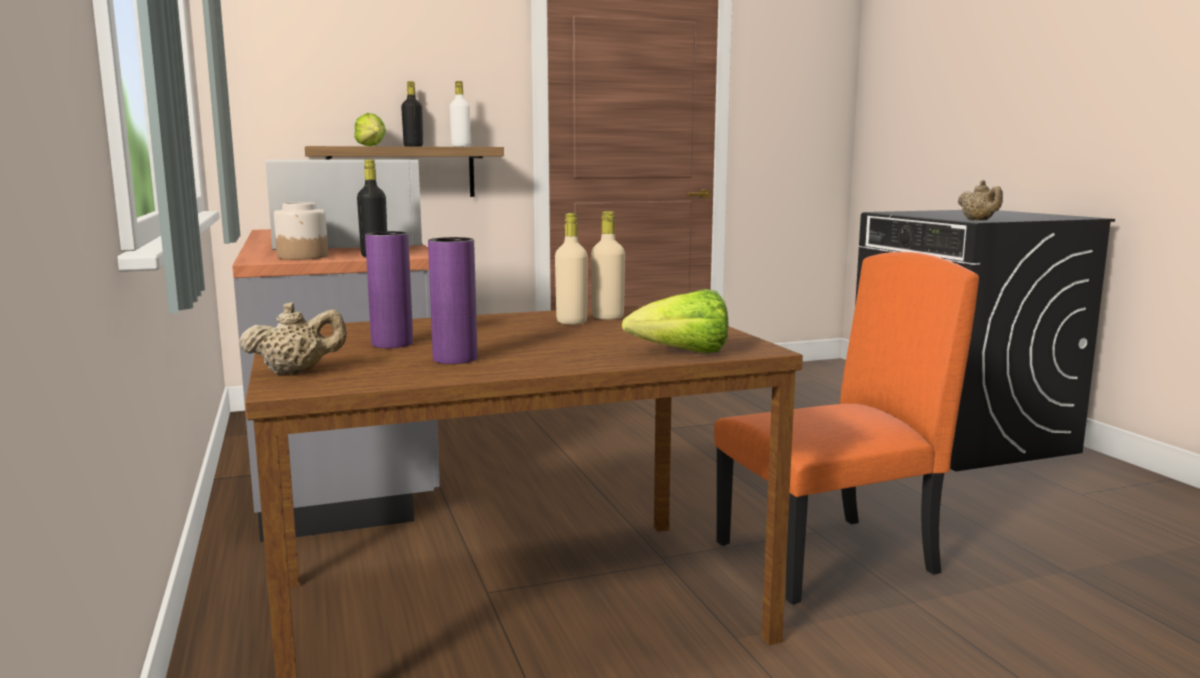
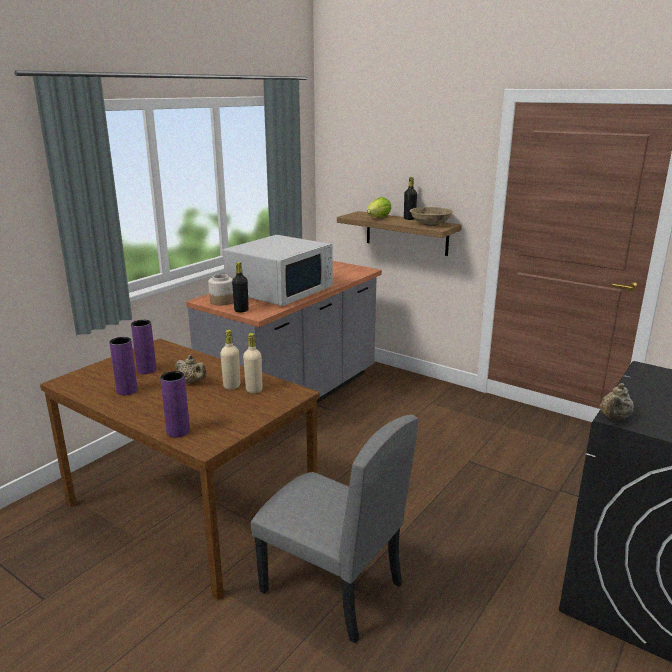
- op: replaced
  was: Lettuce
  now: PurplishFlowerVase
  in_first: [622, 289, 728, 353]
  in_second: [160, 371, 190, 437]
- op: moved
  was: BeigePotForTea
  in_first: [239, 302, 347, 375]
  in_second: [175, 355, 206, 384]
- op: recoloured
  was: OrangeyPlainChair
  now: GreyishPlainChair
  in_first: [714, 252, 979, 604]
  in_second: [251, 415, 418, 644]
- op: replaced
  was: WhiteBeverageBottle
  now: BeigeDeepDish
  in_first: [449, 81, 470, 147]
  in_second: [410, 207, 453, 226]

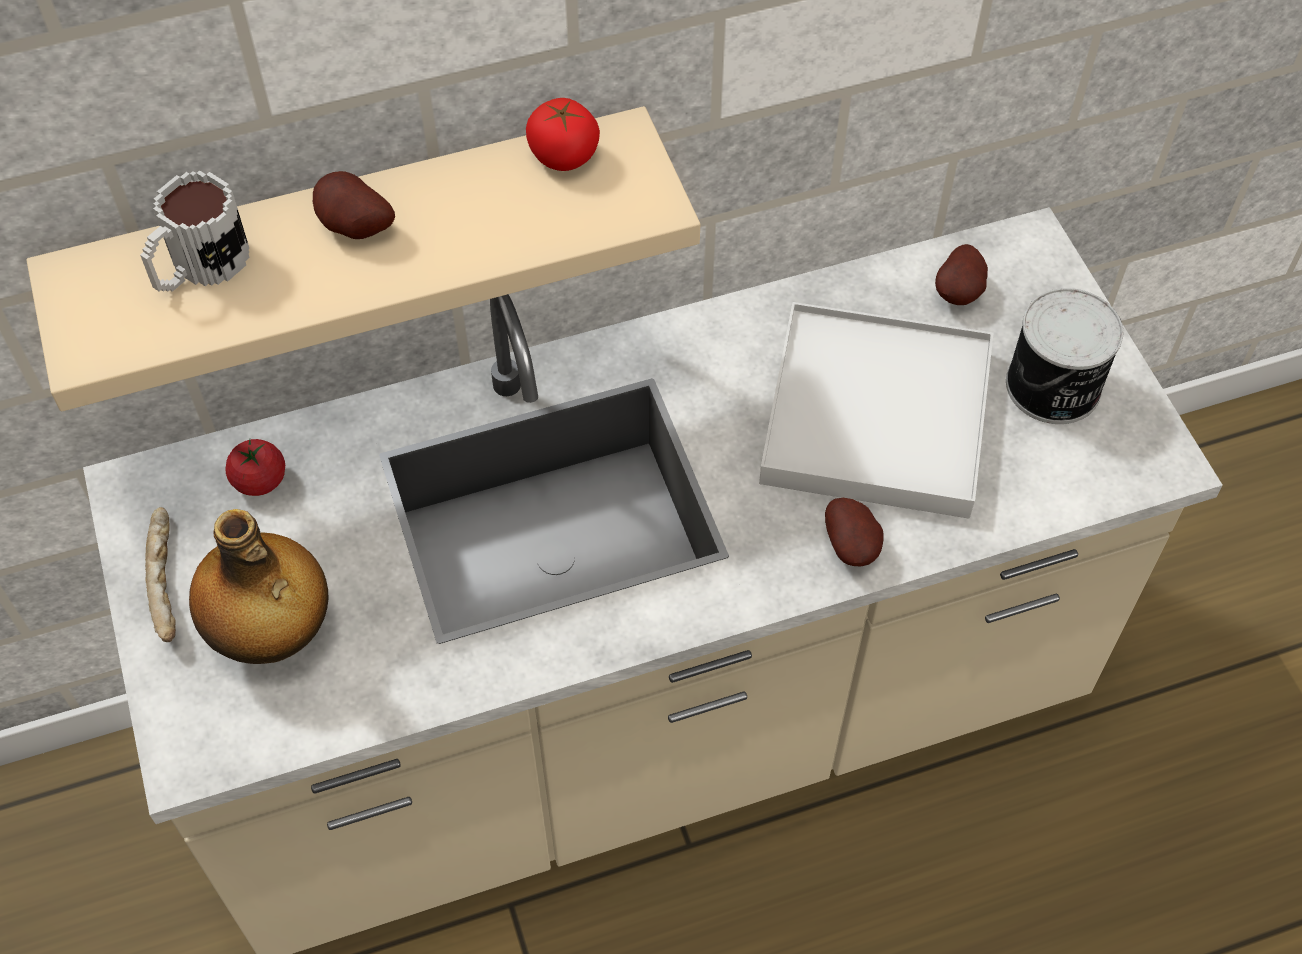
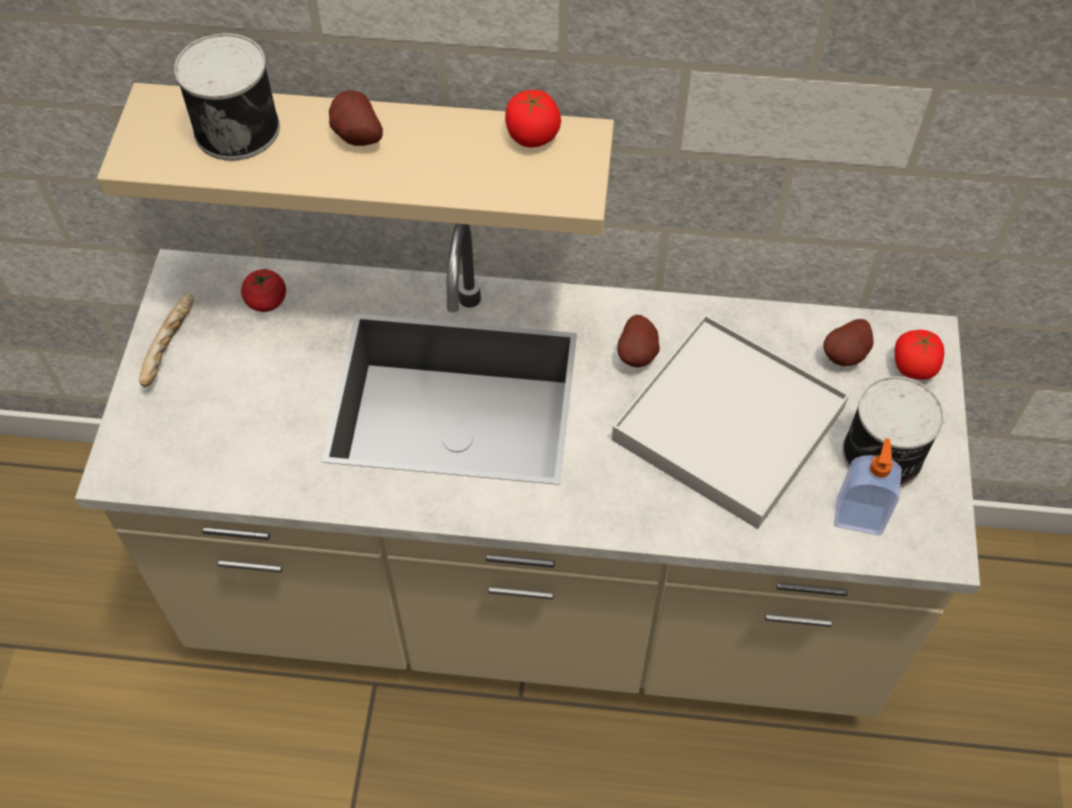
- op: replaced
  was: Mug
  now: SealedCan
  in_first: [140, 170, 250, 292]
  in_second: [174, 33, 280, 161]
- op: moved
  was: Spud
  in_first: [825, 498, 884, 566]
  in_second: [617, 315, 660, 368]
- op: added
  now: SoapBottle
  in_second: [834, 438, 902, 535]
- op: added
  now: Tomato
  in_second: [895, 330, 944, 380]
- op: removed
  was: BeverageBottle
  in_first: [189, 509, 328, 664]

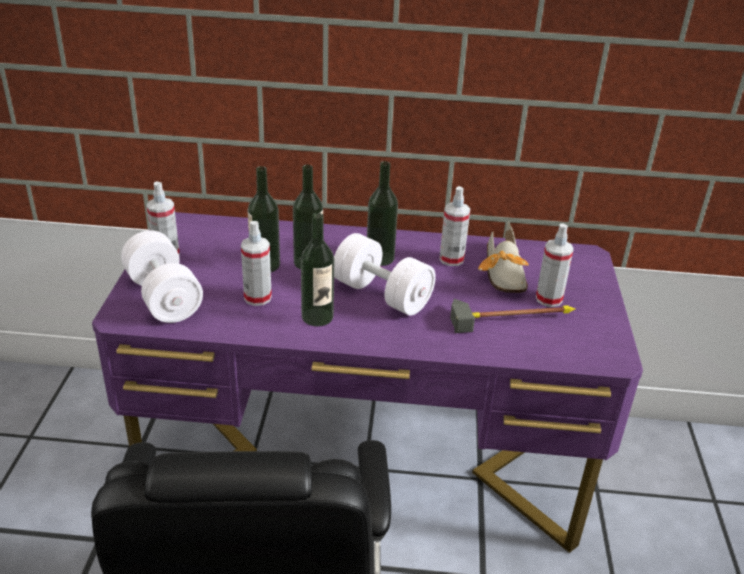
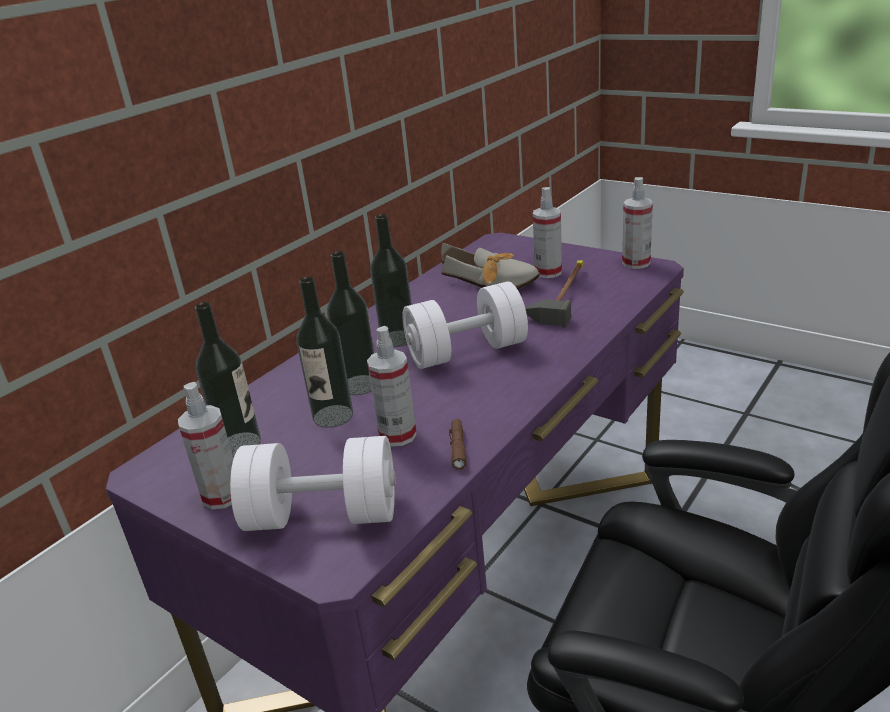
- op: moved
  was: BeverageBottle
  in_first: [301, 213, 334, 327]
  in_second: [195, 302, 261, 457]
- op: added
  now: BrownColouredHandTorch
  in_second: [449, 419, 467, 470]
- op: moved
  was: HandSprayer
  in_first: [439, 186, 471, 266]
  in_second: [622, 177, 653, 269]

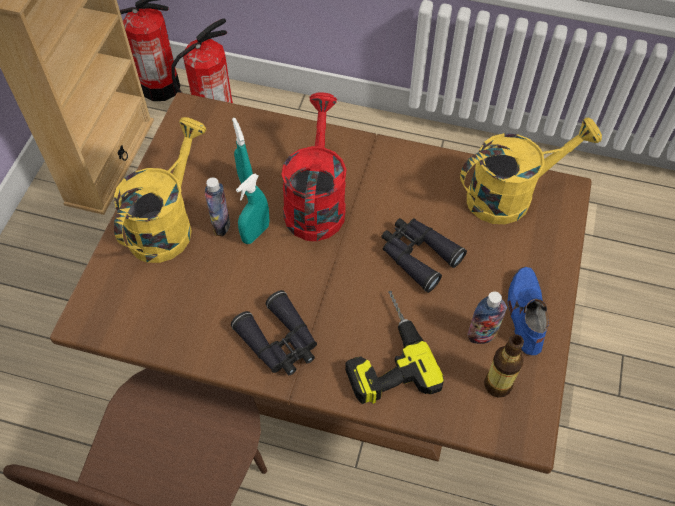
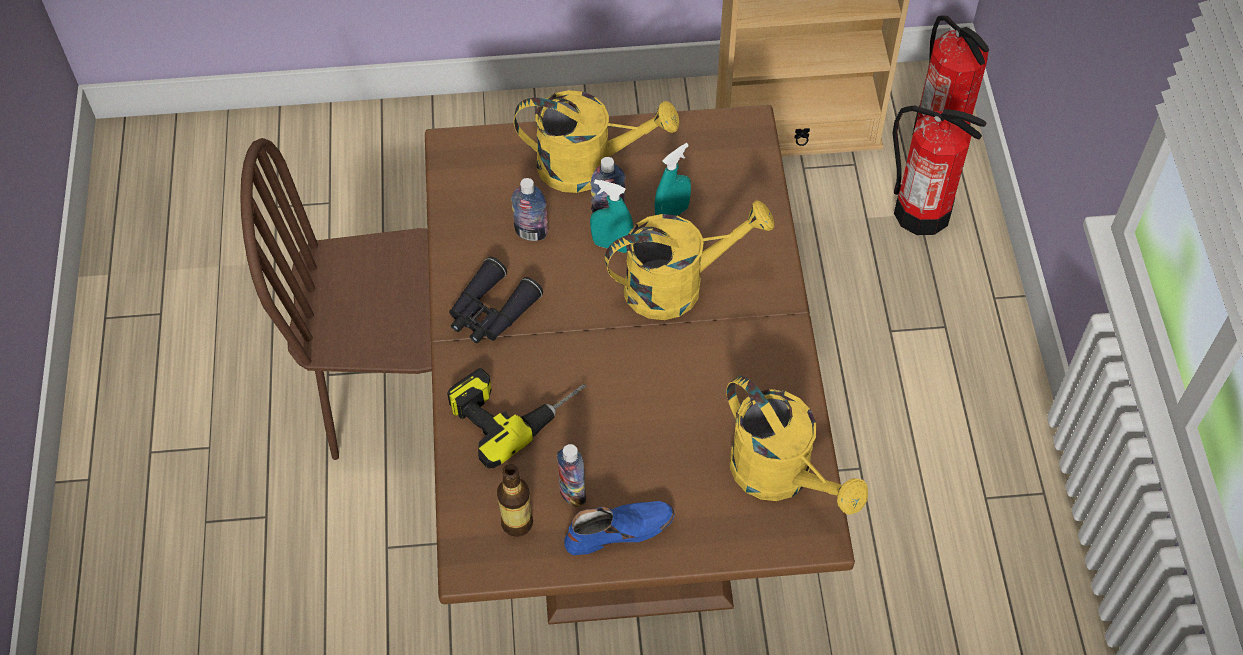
- op: added
  now: BeverageBottle
  in_second: [511, 178, 548, 241]
- op: recoloured
  was: RedColouredWateringCan
  now: YellowWateringCan
  in_first: [281, 92, 346, 241]
  in_second: [605, 200, 774, 320]
- op: removed
  was: BlackColouredFieldGlasses
  in_first: [381, 218, 467, 293]

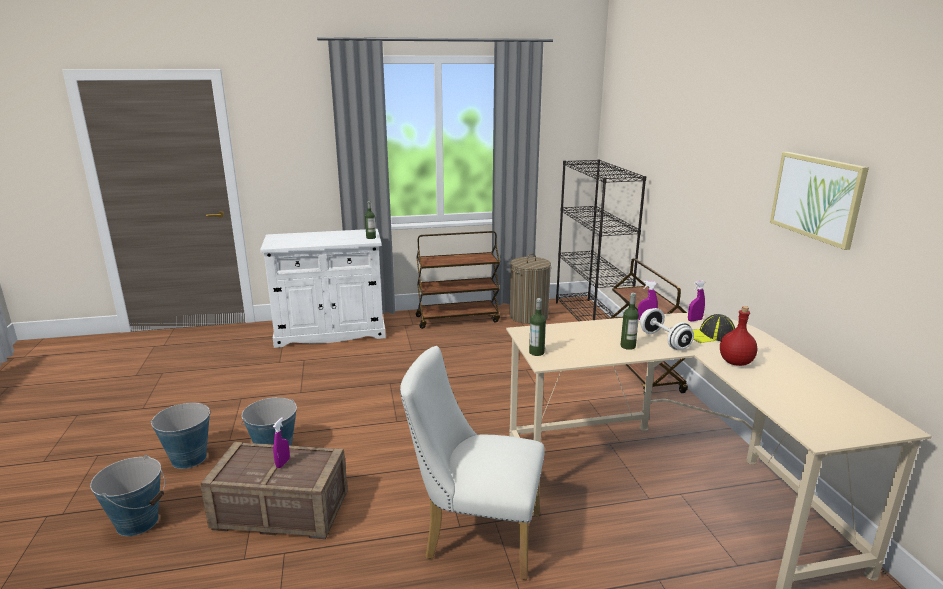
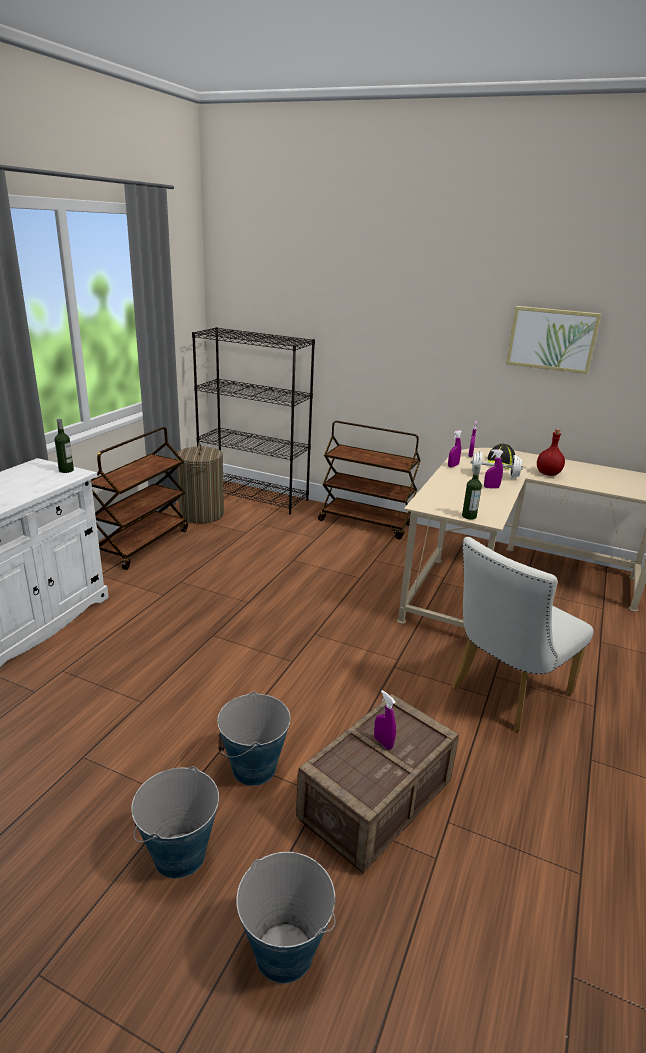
- op: replaced
  was: BeverageBottle
  now: PurplishHandSprayer
  in_first: [621, 293, 639, 350]
  in_second: [484, 449, 503, 488]

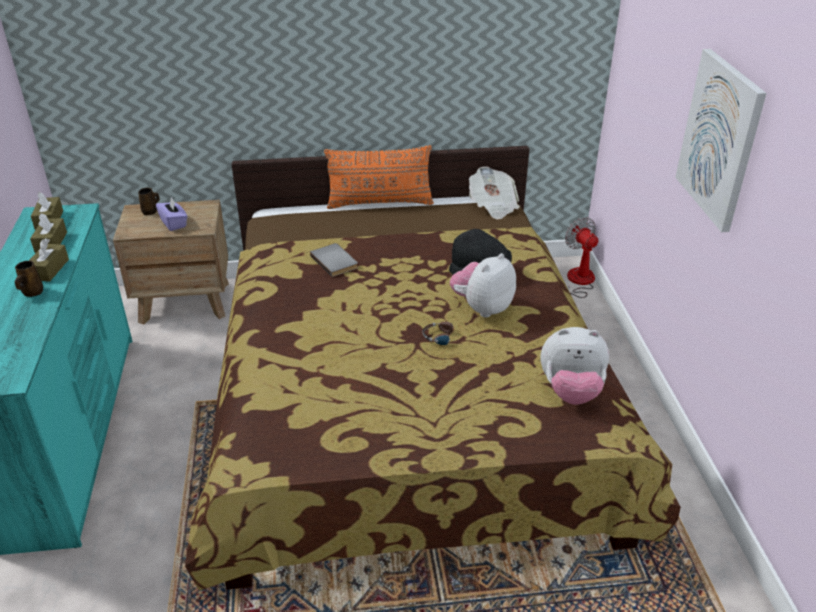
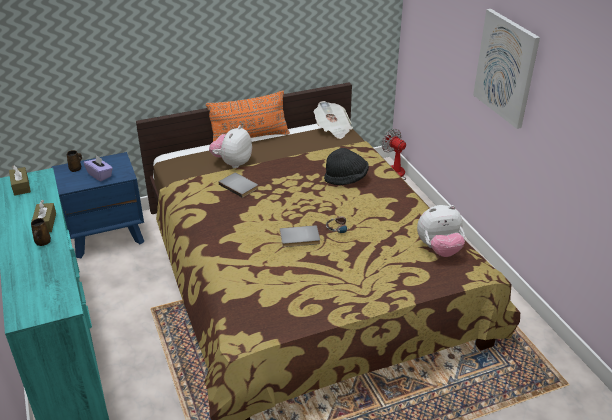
- op: recoloured
  was: BrownColouredNightstand
  now: BluishNightstand
  in_first: [113, 200, 229, 325]
  in_second: [51, 152, 144, 258]
- op: moved
  was: CuddlyToy
  in_first: [450, 253, 516, 318]
  in_second: [209, 125, 252, 168]
- op: added
  now: GreyishVolume
  in_second: [280, 225, 320, 247]
- op: removed
  was: BrownColouredTissueBox
  in_first: [30, 213, 67, 253]

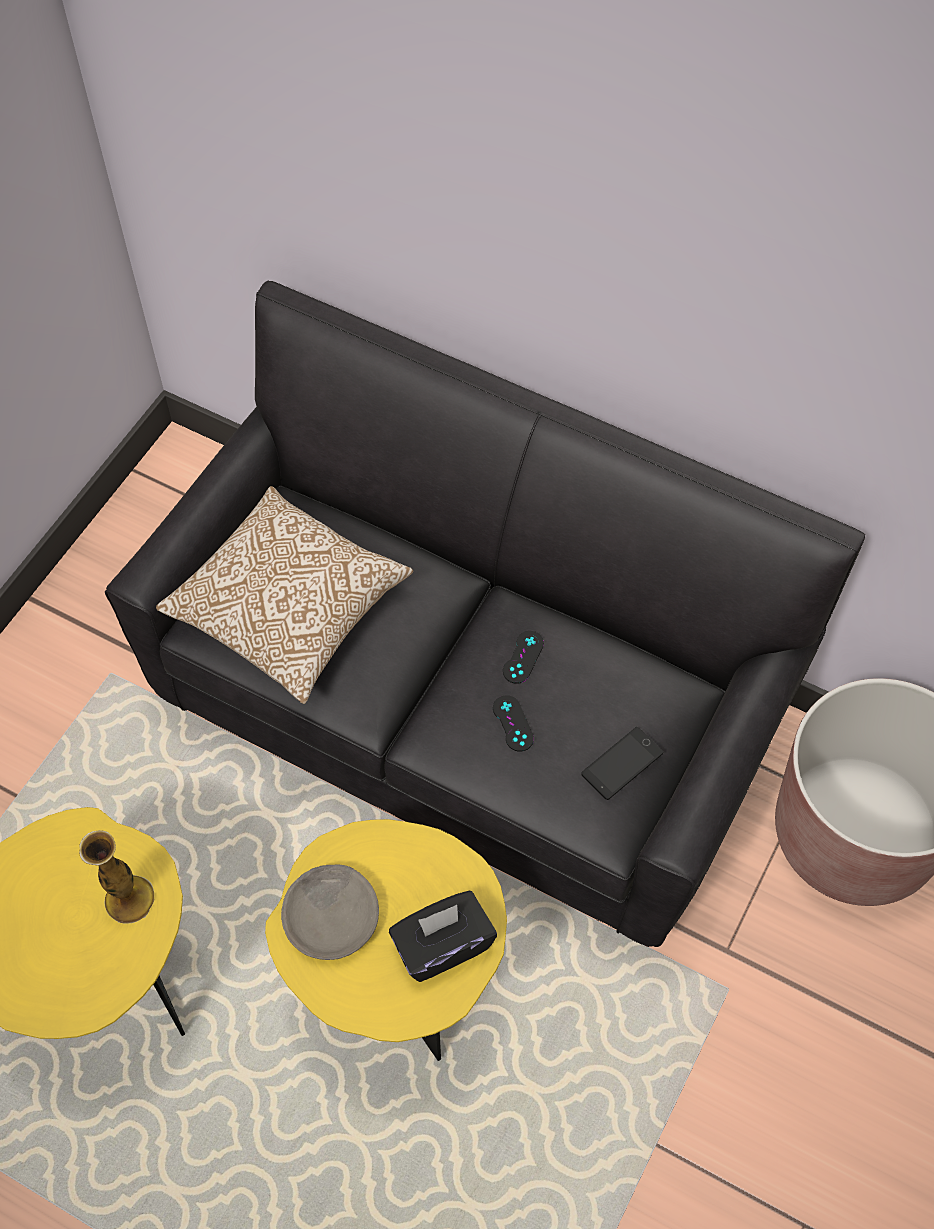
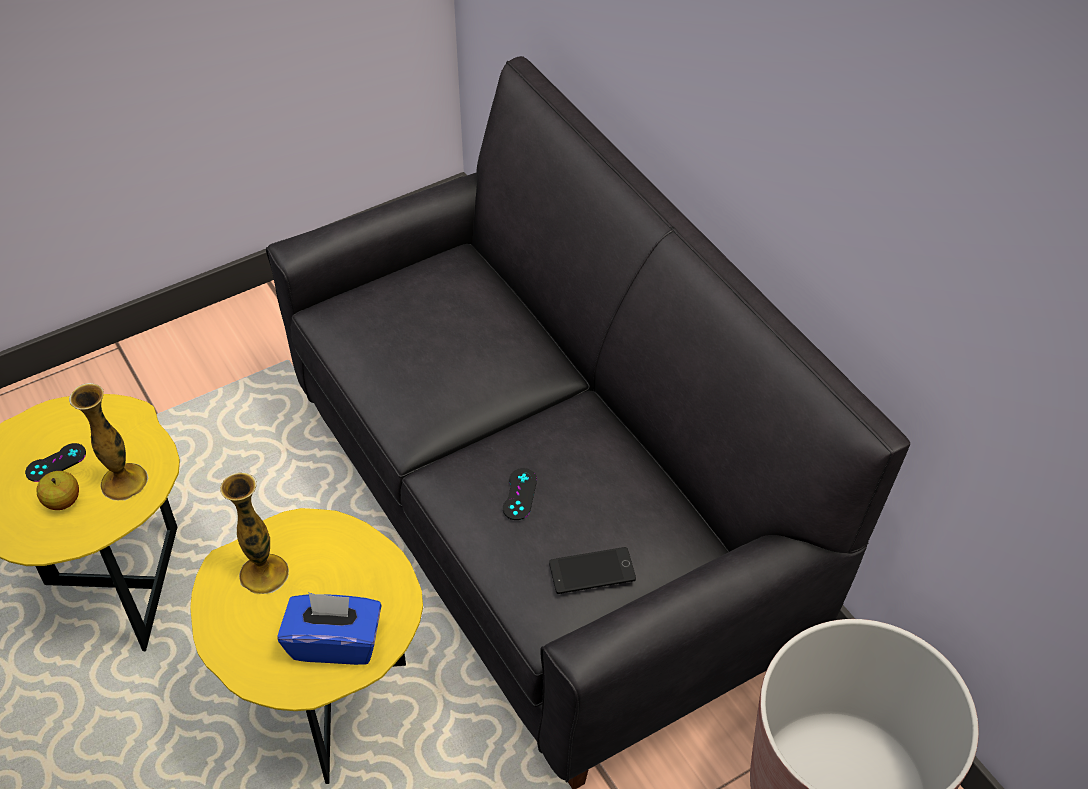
- op: moved
  was: BlackColouredJoypad
  in_first: [503, 631, 544, 684]
  in_second: [25, 443, 86, 482]
- op: added
  now: AppleFruit
  in_second: [36, 471, 79, 510]
- op: replaced
  was: GreyishDeepDish
  now: FlowerVase
  in_first: [281, 864, 379, 960]
  in_second: [220, 473, 289, 594]
- op: recoloured
  was: BlackColouredTissueBox
  now: BluishTissueBox
  in_first: [389, 891, 497, 982]
  in_second: [277, 593, 382, 665]
- op: removed
  was: ThrowPillow
  in_first: [156, 486, 413, 704]

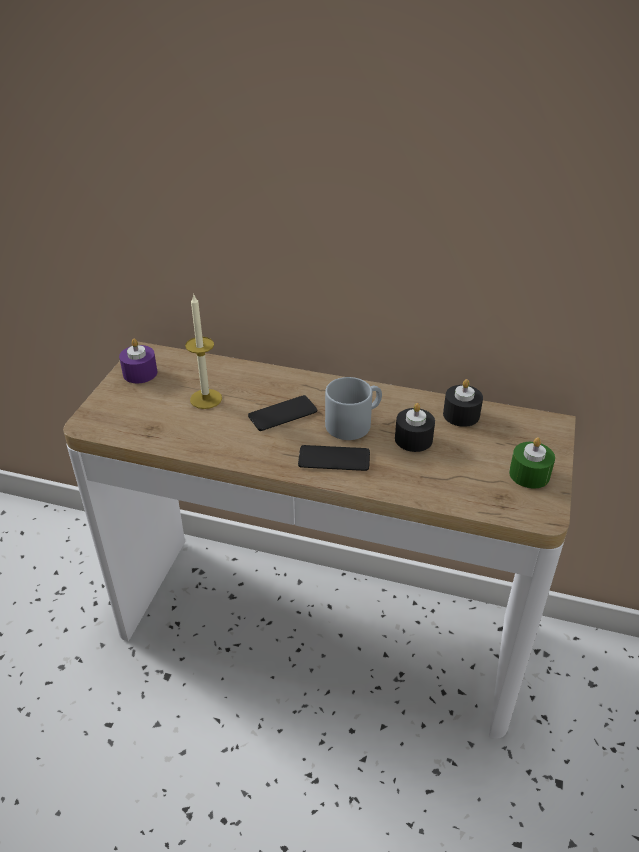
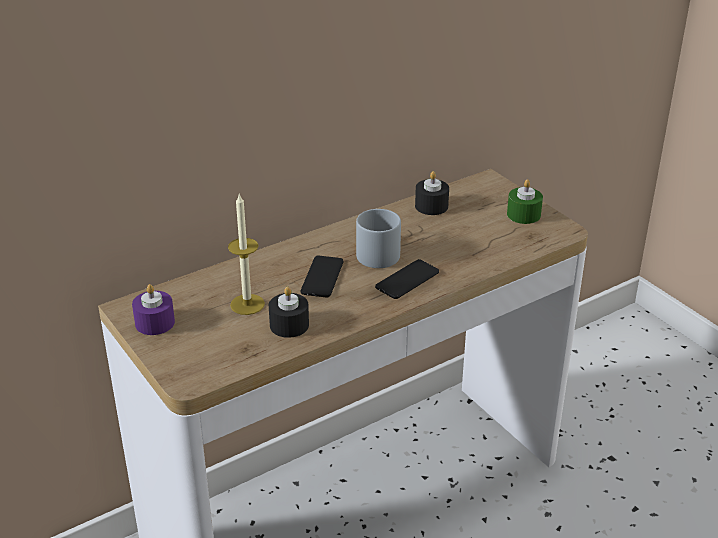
- op: moved
  was: BlackColouredCandle
  in_first: [395, 403, 435, 452]
  in_second: [269, 287, 309, 338]

